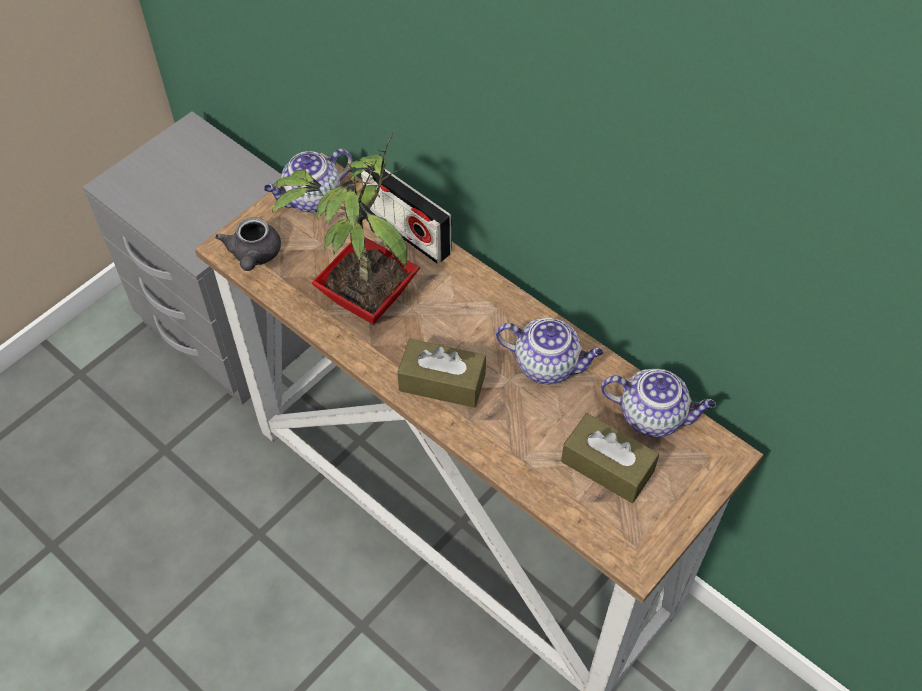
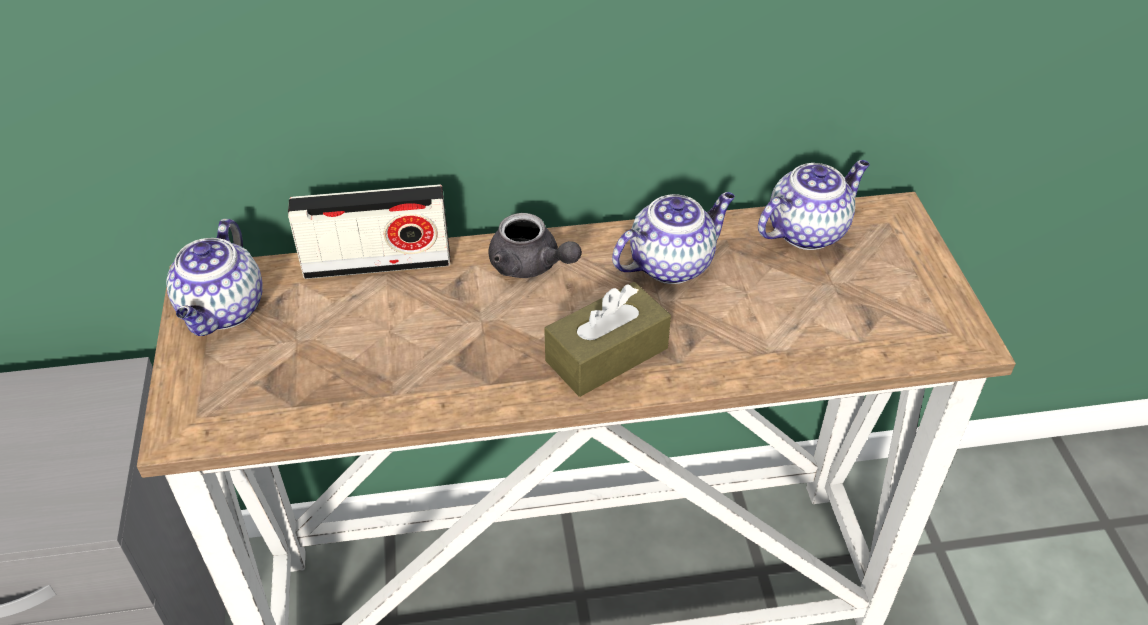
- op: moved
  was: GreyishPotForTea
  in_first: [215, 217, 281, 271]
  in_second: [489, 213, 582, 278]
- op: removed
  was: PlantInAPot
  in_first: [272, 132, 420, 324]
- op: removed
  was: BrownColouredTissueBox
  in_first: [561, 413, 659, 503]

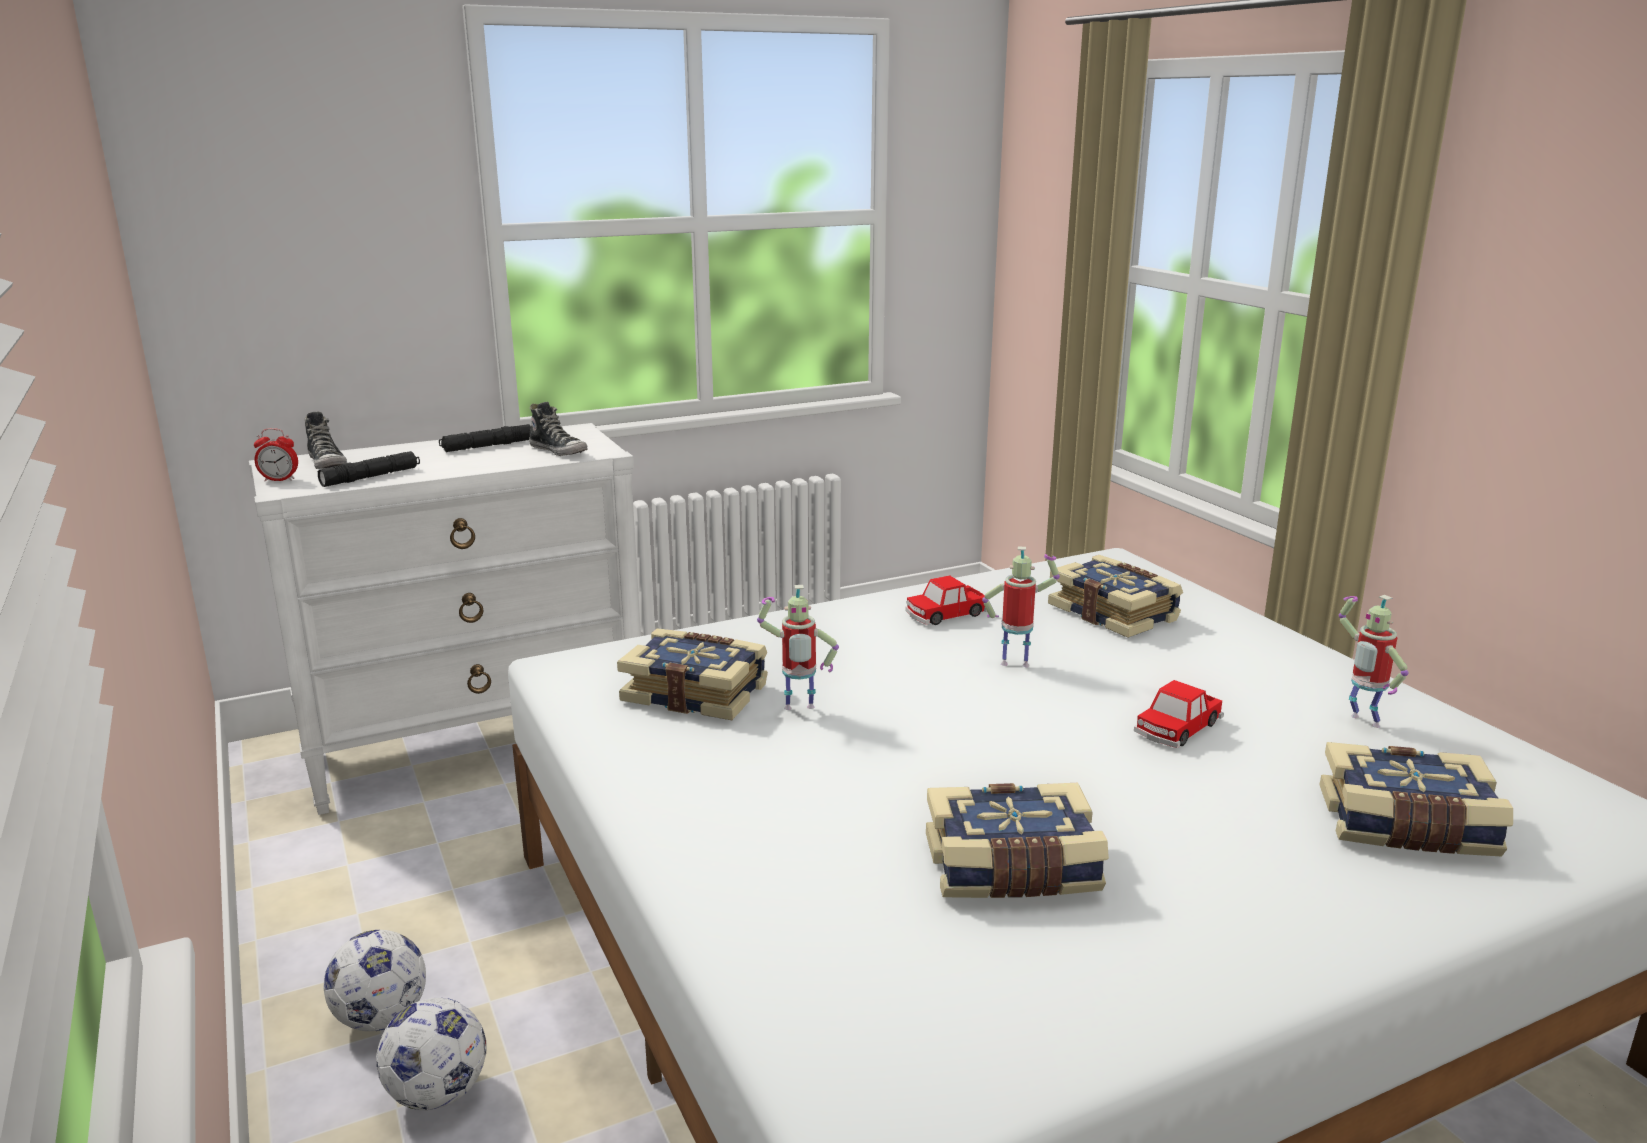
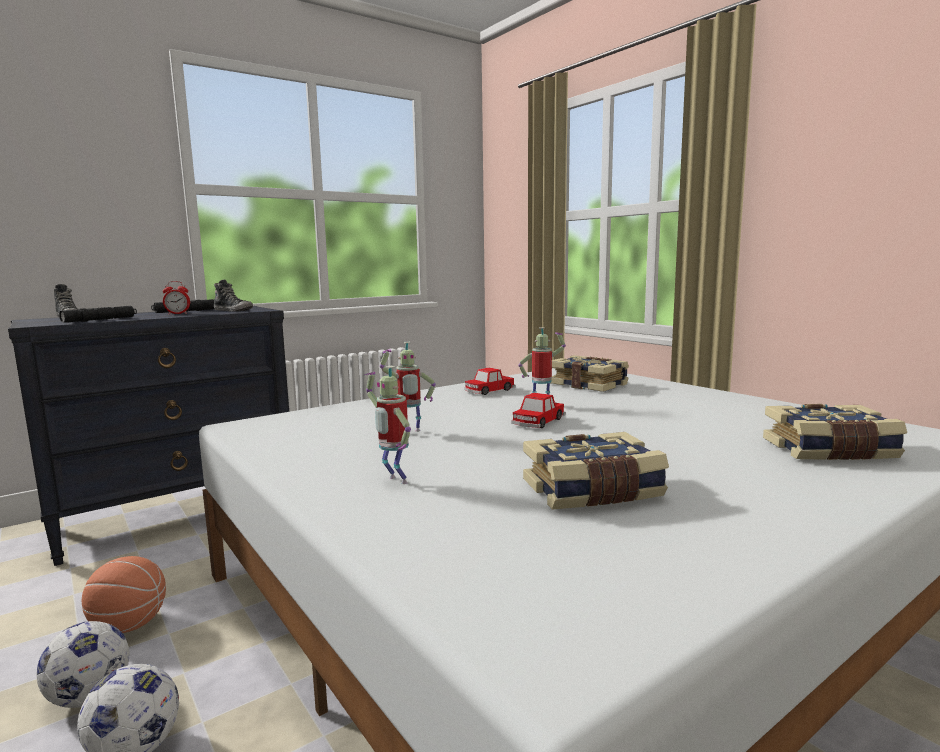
- op: recoloured
  was: WhiteChestOfDrawers
  now: BlackColouredChestOfDrawers
  in_first: [249, 423, 641, 815]
  in_second: [8, 306, 289, 566]
- op: added
  now: BallForBasketball
  in_second: [82, 556, 166, 633]
- op: moved
  was: AlarmClock
  in_first: [254, 428, 298, 481]
  in_second: [163, 281, 190, 315]
- op: moved
  was: RobotFigure
  in_first: [1339, 595, 1409, 728]
  in_second: [364, 366, 411, 484]
- op: moved
  was: ModelCar
  in_first: [1134, 680, 1224, 748]
  in_second: [511, 393, 566, 428]
- op: removed
  was: Volume
  in_first: [617, 628, 768, 720]

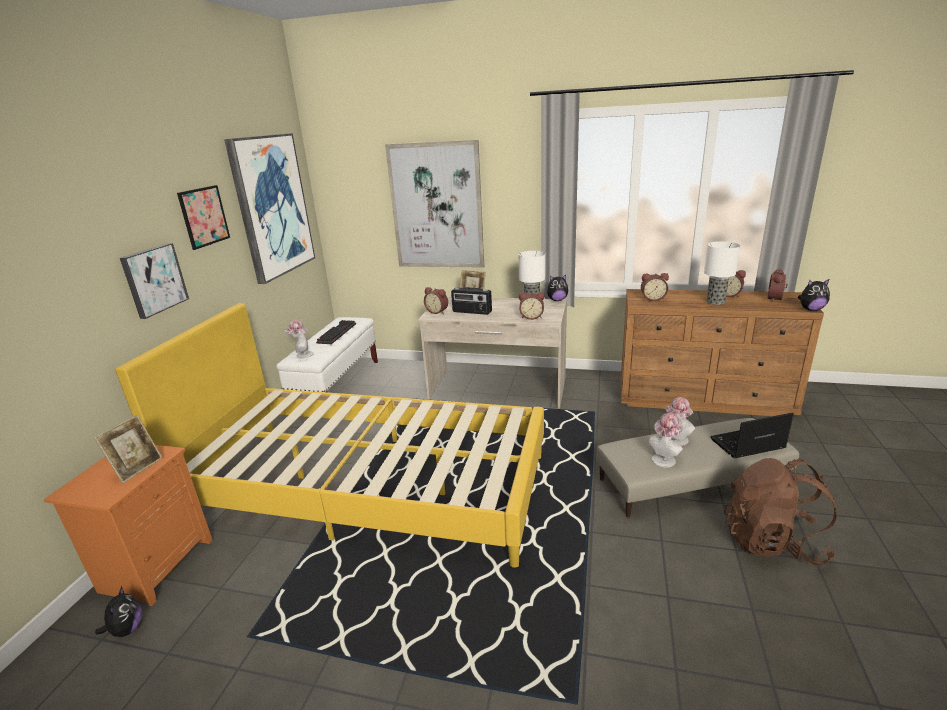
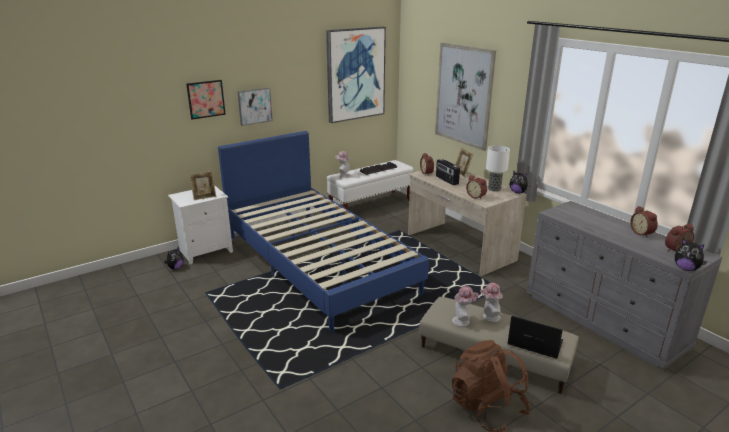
- op: recoloured
  was: OrangeyNightstand
  now: WhiteNightstand
  in_first: [43, 445, 212, 606]
  in_second: [168, 186, 233, 264]
- op: moved
  was: Picture
  in_first: [177, 185, 230, 250]
  in_second: [186, 80, 226, 119]
- op: recoloured
  was: YellowBedroomBed
  now: BluishBedroomBed
  in_first: [115, 303, 544, 568]
  in_second: [218, 131, 429, 332]
- op: recoloured
  was: BrownColouredChestOfDrawers
  now: GreyishChestOfDrawers
  in_first: [620, 289, 824, 416]
  in_second: [527, 201, 722, 369]
- op: removed
  was: AlarmClock
  in_first: [641, 273, 669, 301]
- op: removed
  was: TableLamp
  in_first: [704, 241, 740, 305]

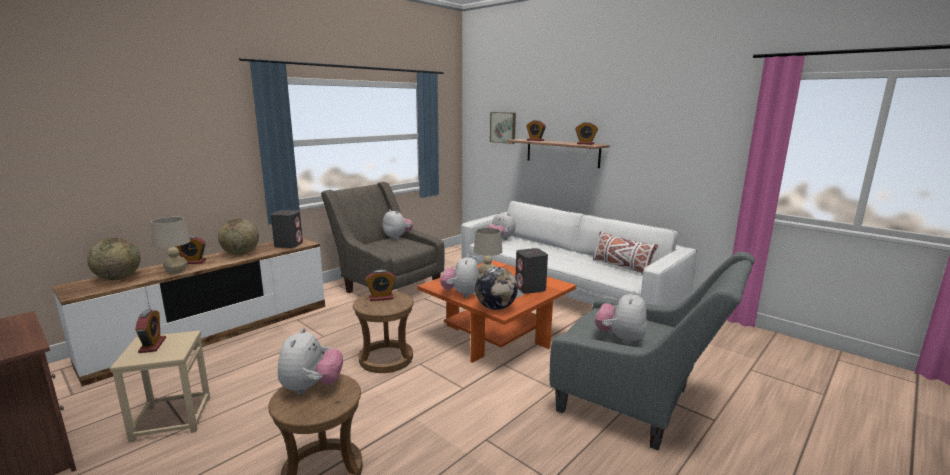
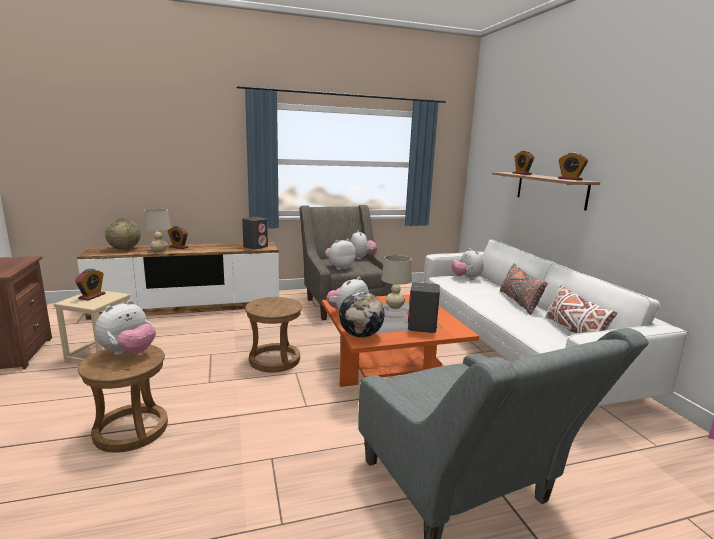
- op: moved
  was: CuddlyToy
  in_first: [595, 290, 647, 345]
  in_second: [325, 239, 356, 270]
- op: added
  now: GreyishThrowPillow
  in_second: [500, 264, 548, 315]
- op: removed
  was: DeskGlobe
  in_first: [218, 219, 259, 255]
- op: removed
  was: AlarmClock
  in_first: [365, 270, 396, 301]
- op: removed
  was: Picture
  in_first: [490, 112, 516, 144]

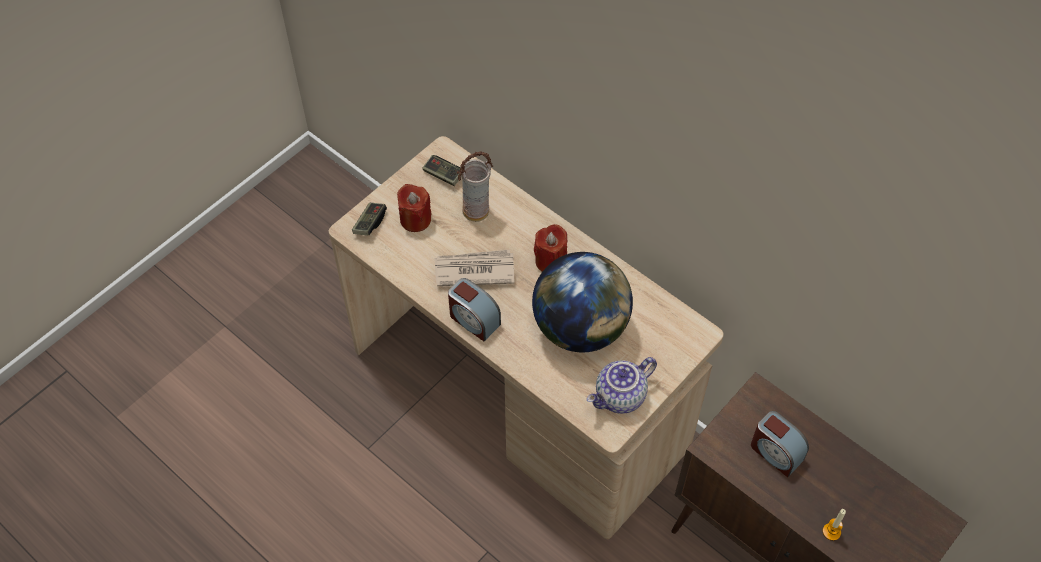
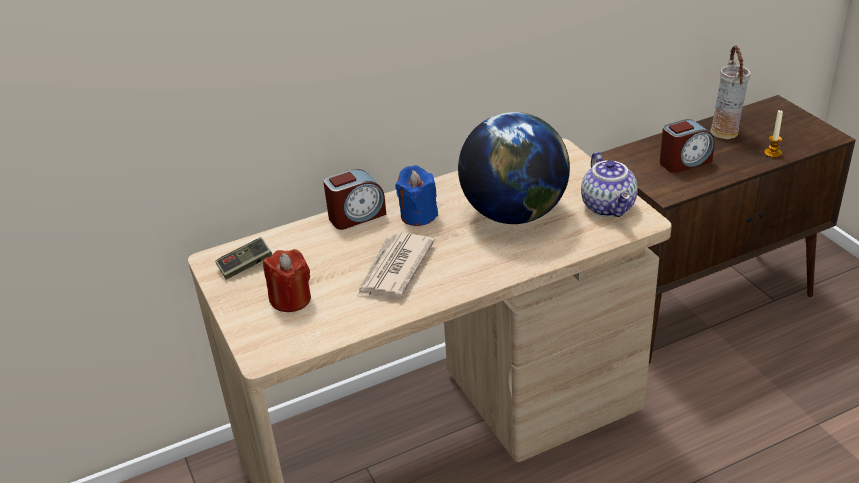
- op: moved
  was: AlarmClock
  in_first: [448, 278, 501, 341]
  in_second: [323, 169, 386, 230]
- op: recoloured
  was: RedColouredCandle
  now: BluishCandle
  in_first: [534, 224, 567, 272]
  in_second: [395, 165, 438, 226]
- op: moved
  was: FlowerVase
  in_first: [457, 151, 493, 222]
  in_second: [710, 46, 750, 139]
- op: removed
  was: Joypad
  in_first: [352, 203, 387, 236]

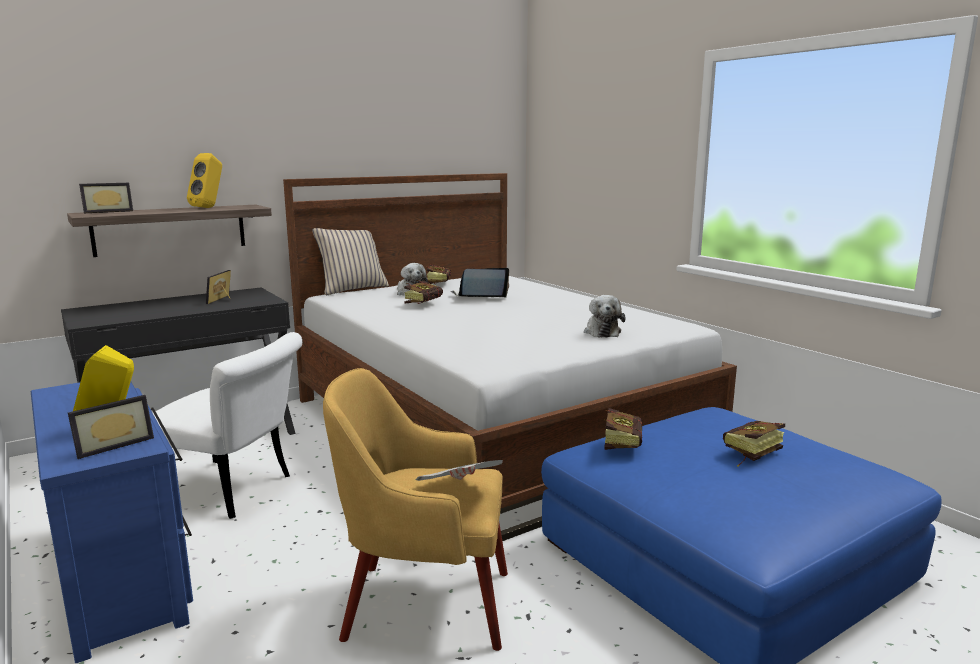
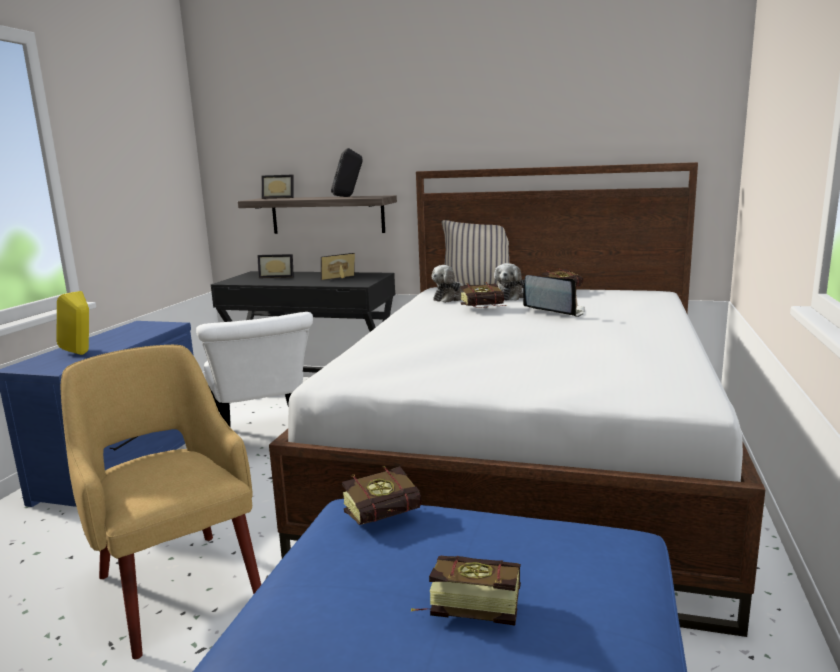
- op: moved
  was: StandingFrame
  in_first: [68, 395, 154, 459]
  in_second: [258, 254, 294, 278]
- op: recoloured
  was: YellowSpeaker
  now: BlackColouredSpeaker
  in_first: [187, 153, 222, 208]
  in_second: [331, 148, 362, 197]
- op: moved
  was: CuddlyToy
  in_first: [584, 295, 625, 338]
  in_second: [431, 265, 464, 303]
- op: removed
  was: DailyPaper
  in_first: [416, 460, 503, 481]

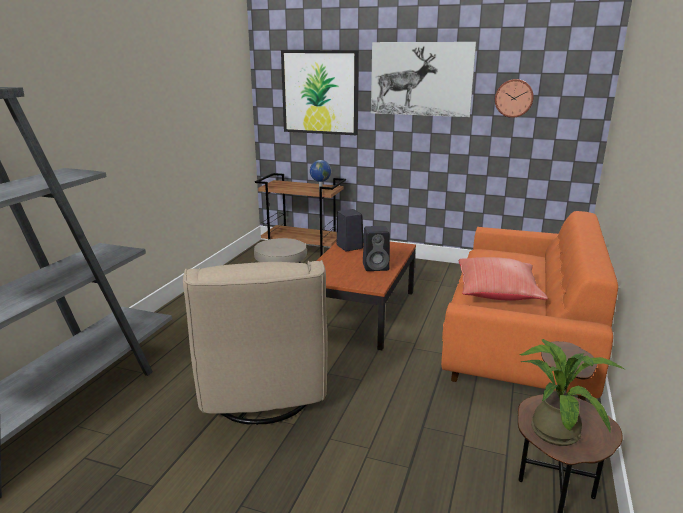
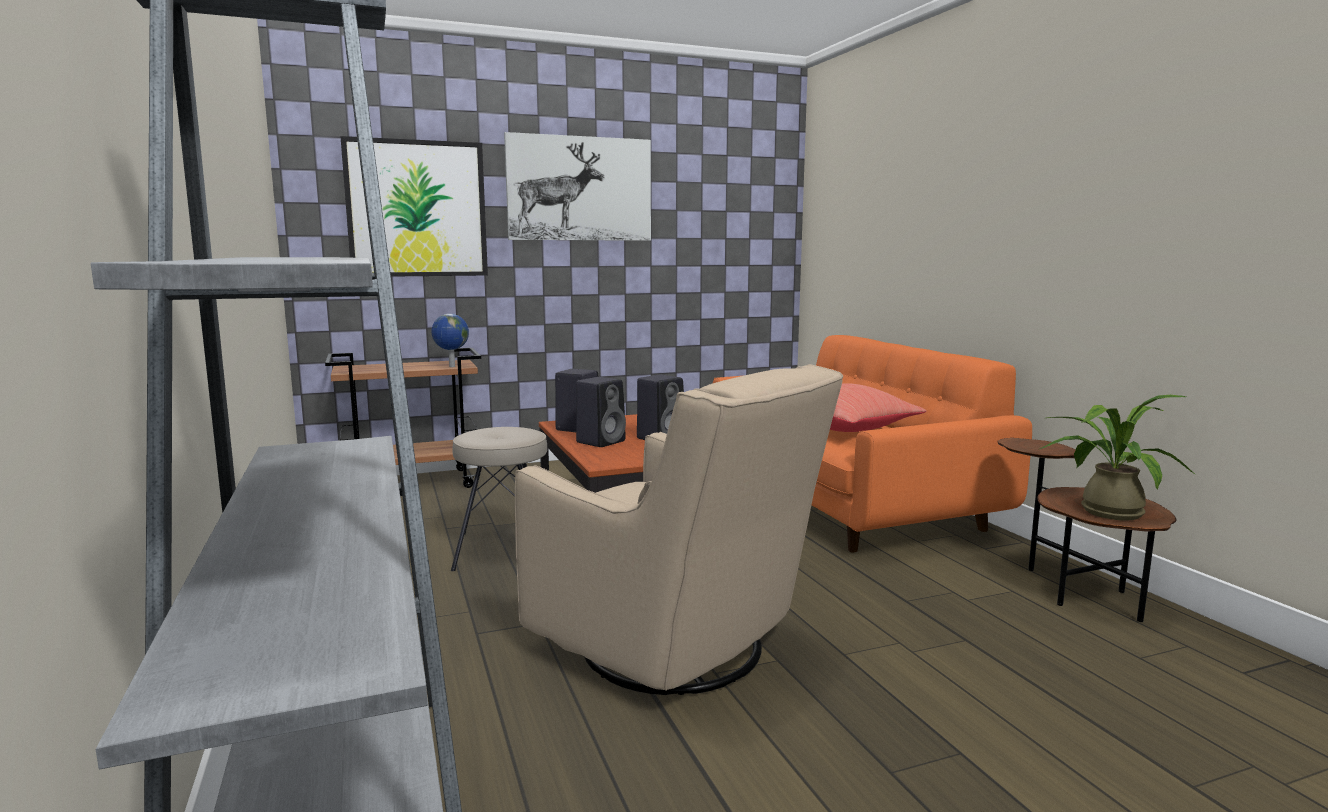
- op: added
  now: BlackColouredSpeaker
  in_second: [576, 377, 626, 447]
- op: removed
  was: HangingClock
  in_first: [495, 79, 534, 118]

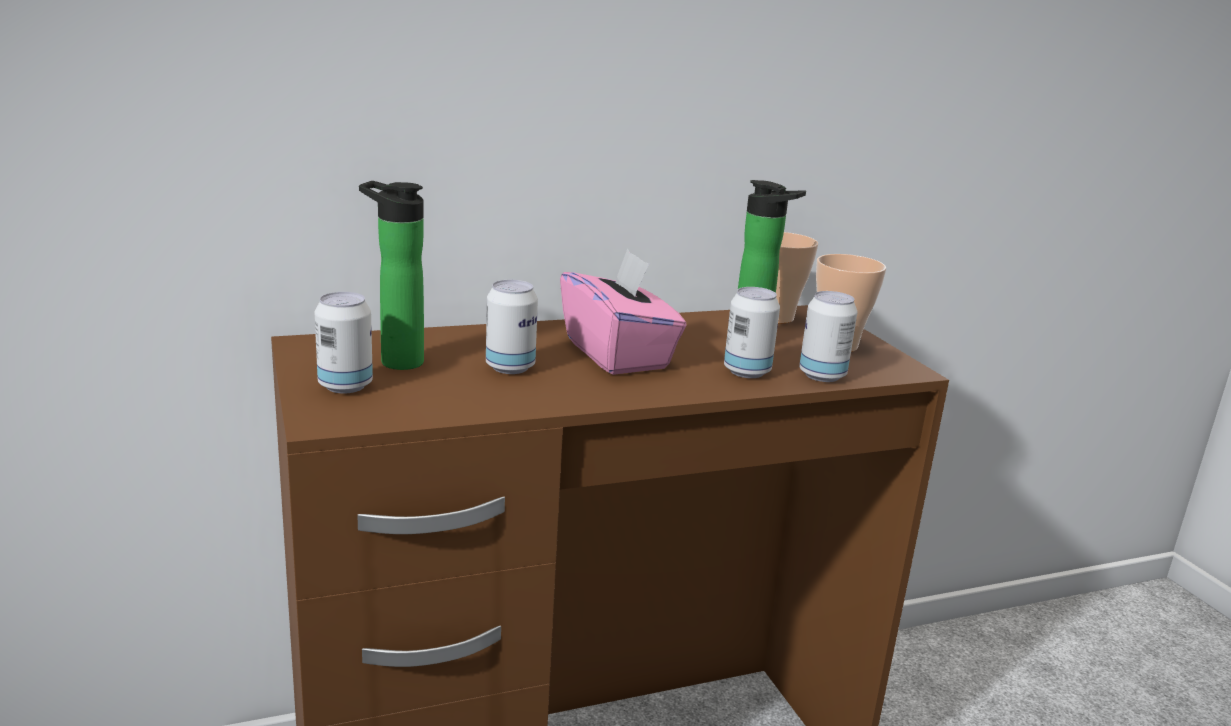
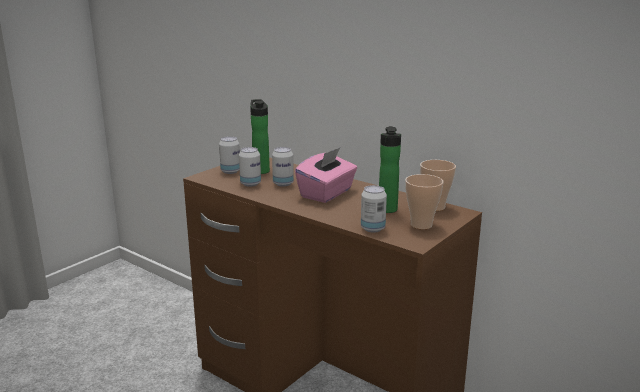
- op: moved
  was: SealedCan
  in_first: [724, 287, 780, 378]
  in_second: [239, 147, 261, 187]

